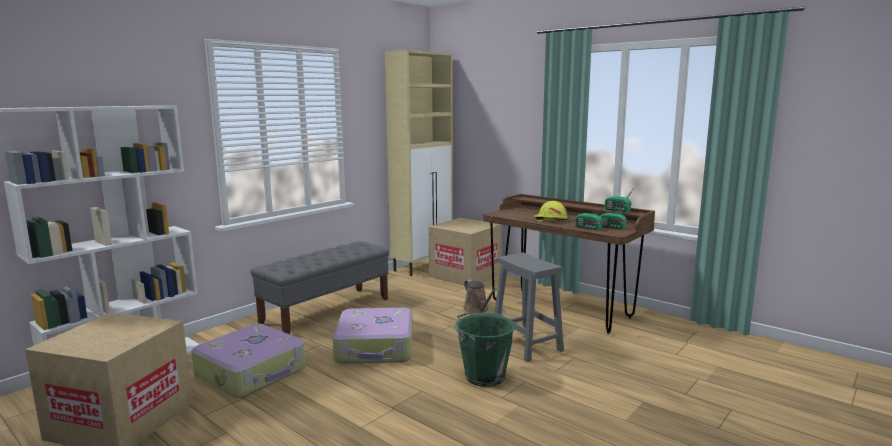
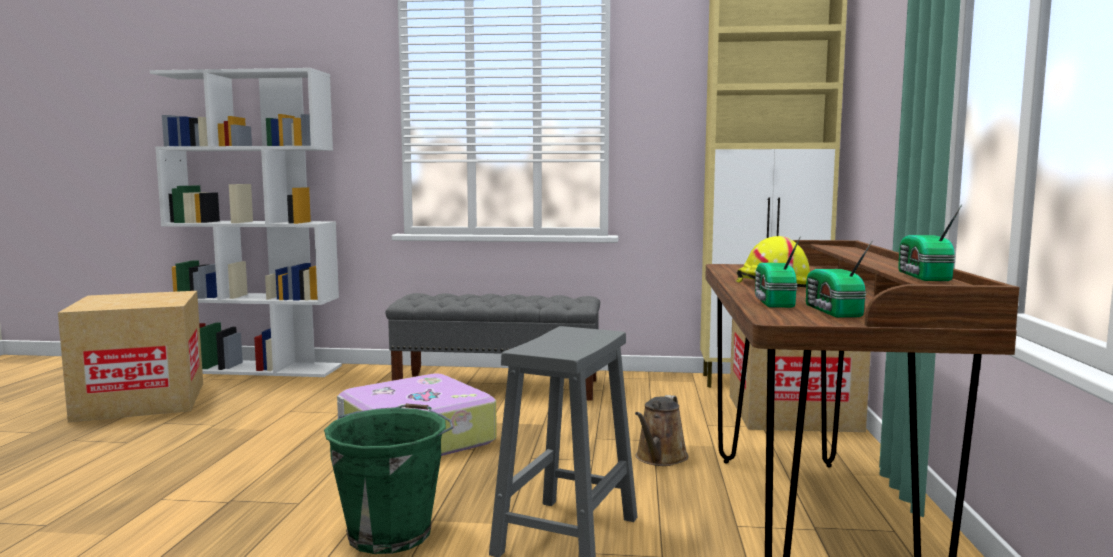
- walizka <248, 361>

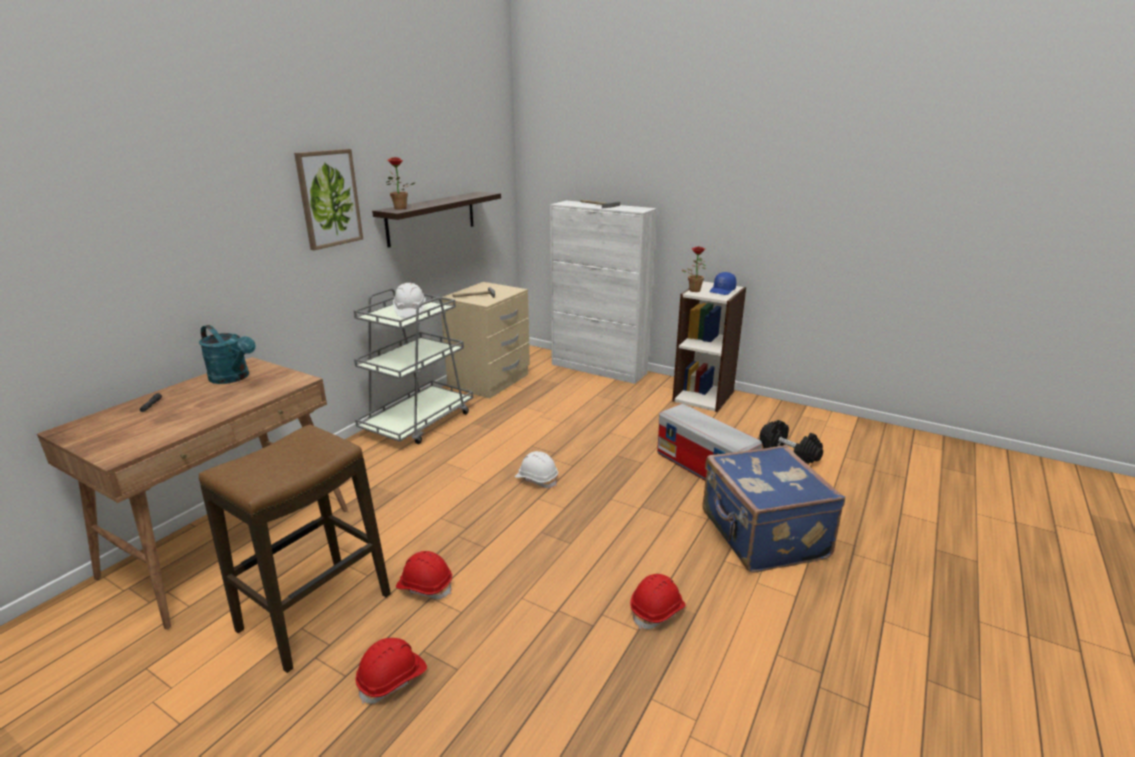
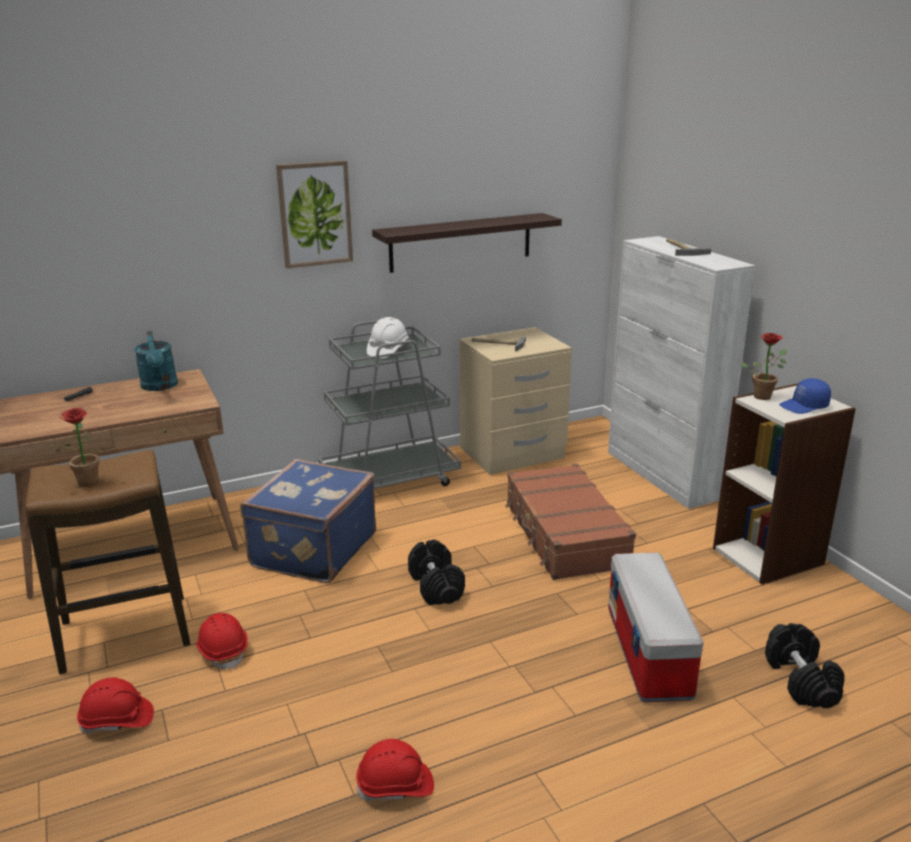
~ roślina doniczkowa <401, 183> to <78, 447>
~ walizka [niebieski] <774, 509> to <308, 521>
~ kask [biały] <536, 469> to hantel [czarny] <436, 572>
+ walizka [brązowy] <570, 522>

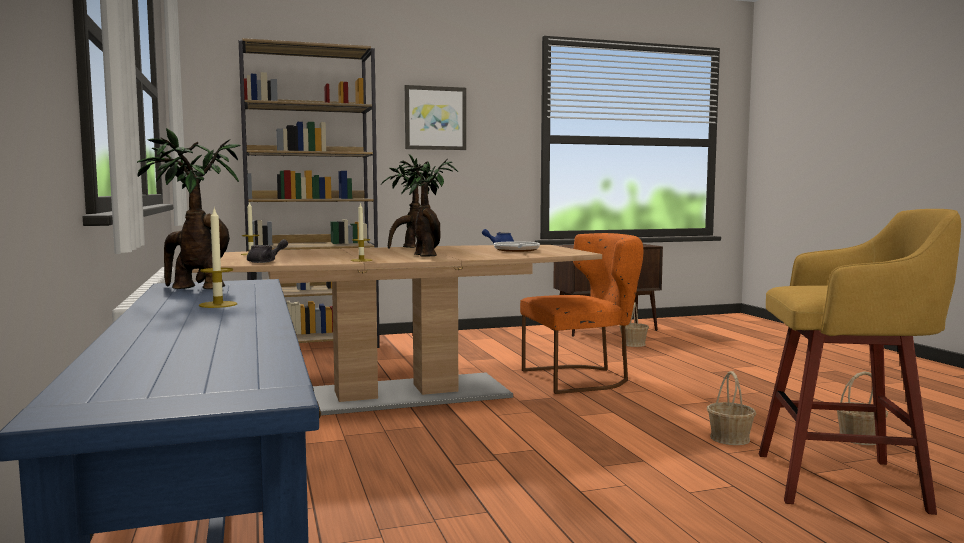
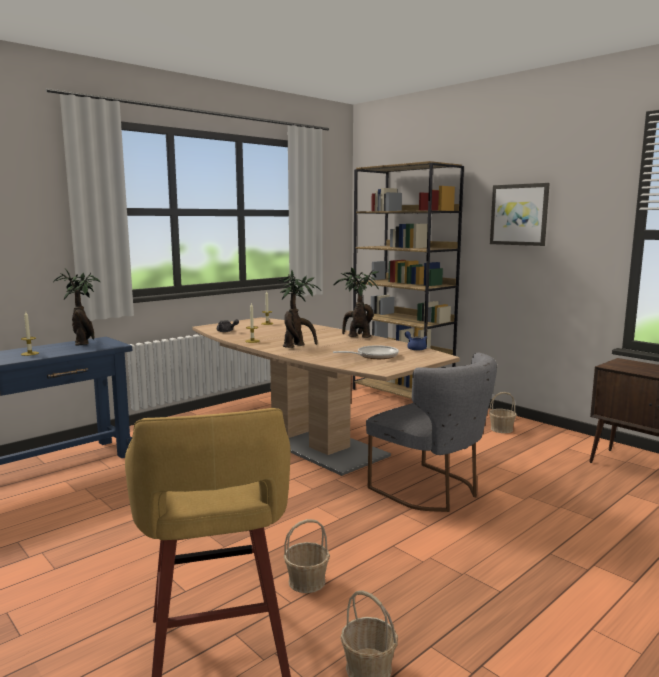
~ krzesło [pomarańczowy] <581, 313> to krzesło [szary] <431, 432>
~ koszyk <634, 324> to <503, 412>

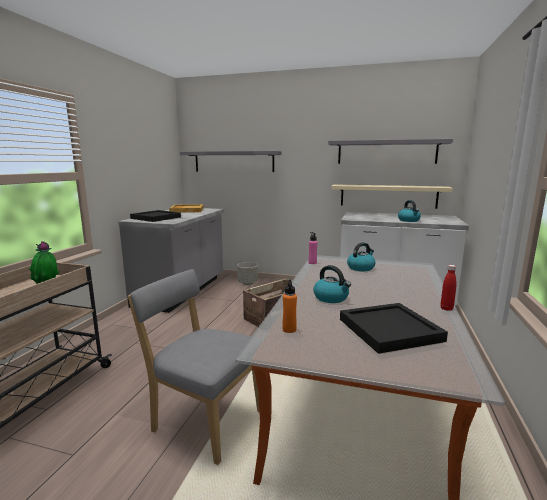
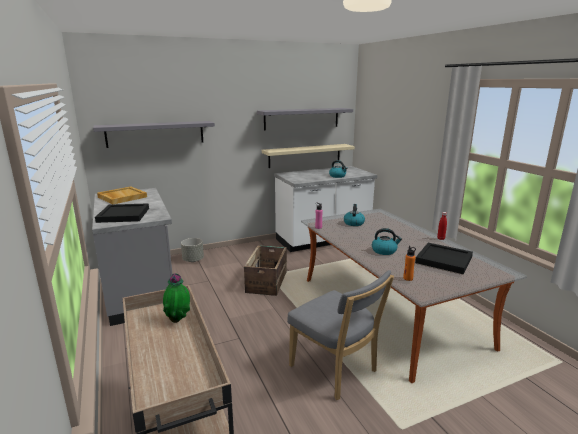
~ krzesło [szary] <193, 367> = <340, 335> 120 degrees counterclockwise

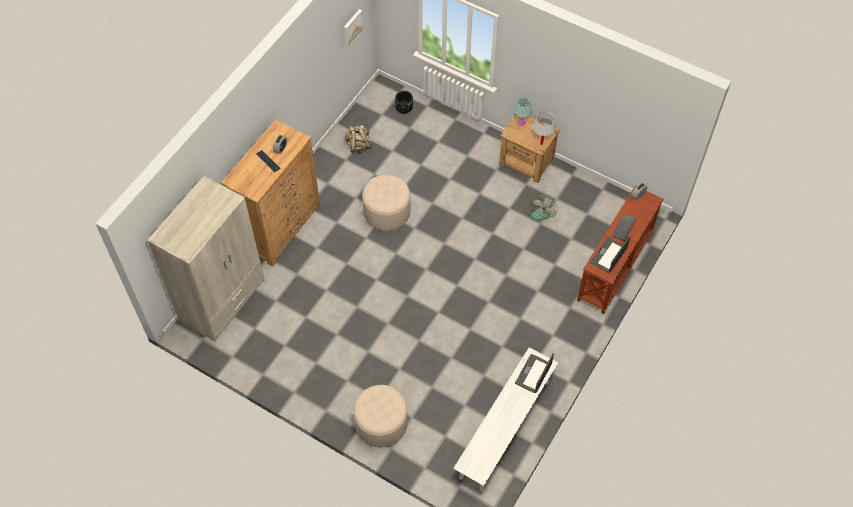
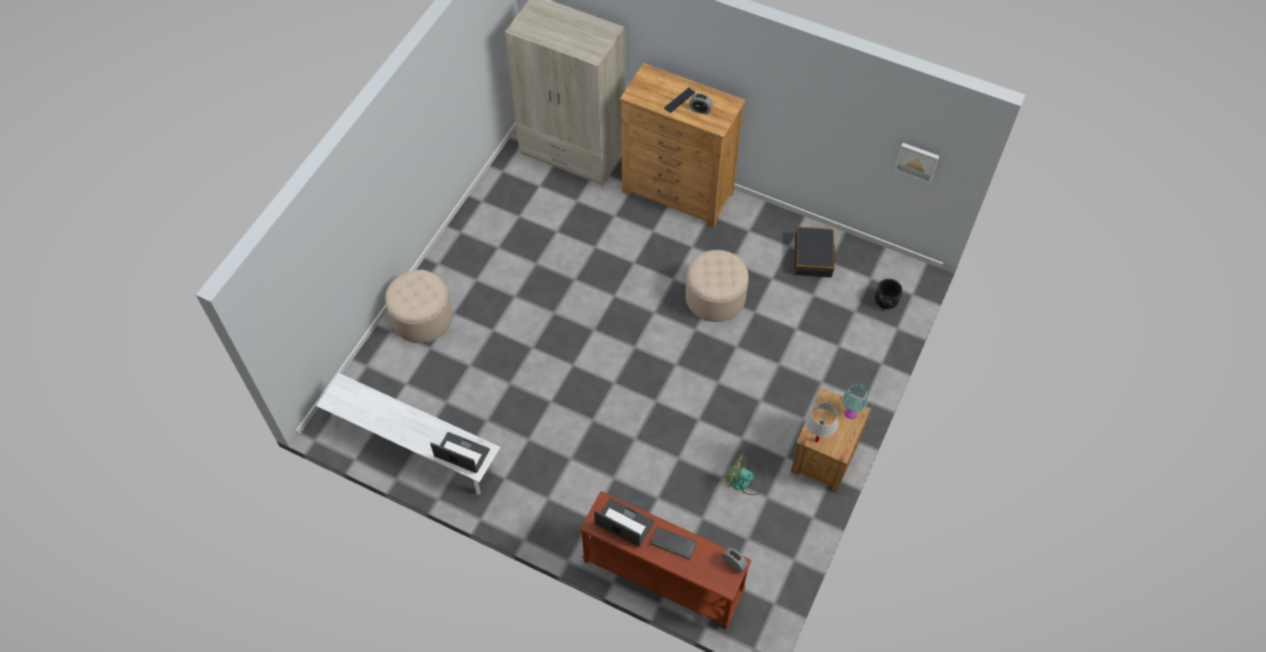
~ plecak [beżowy] <359, 139> to walizka [czarny] <815, 252>

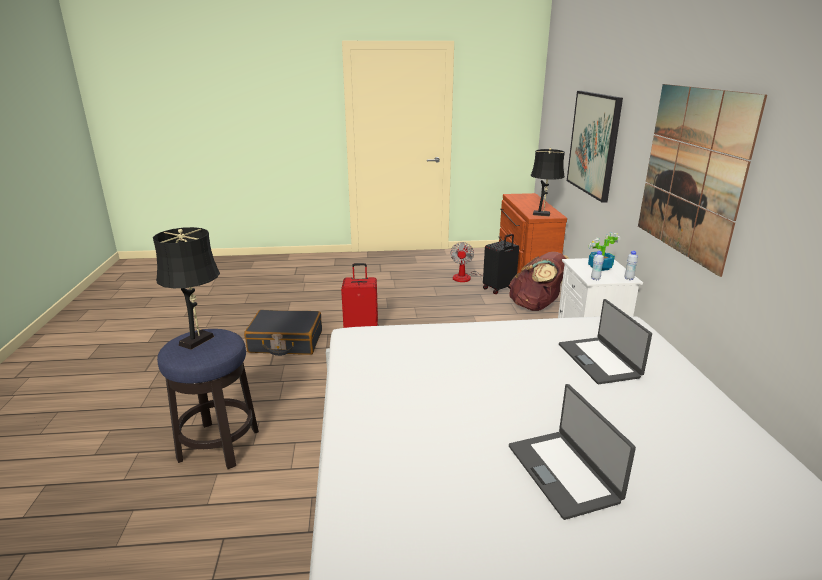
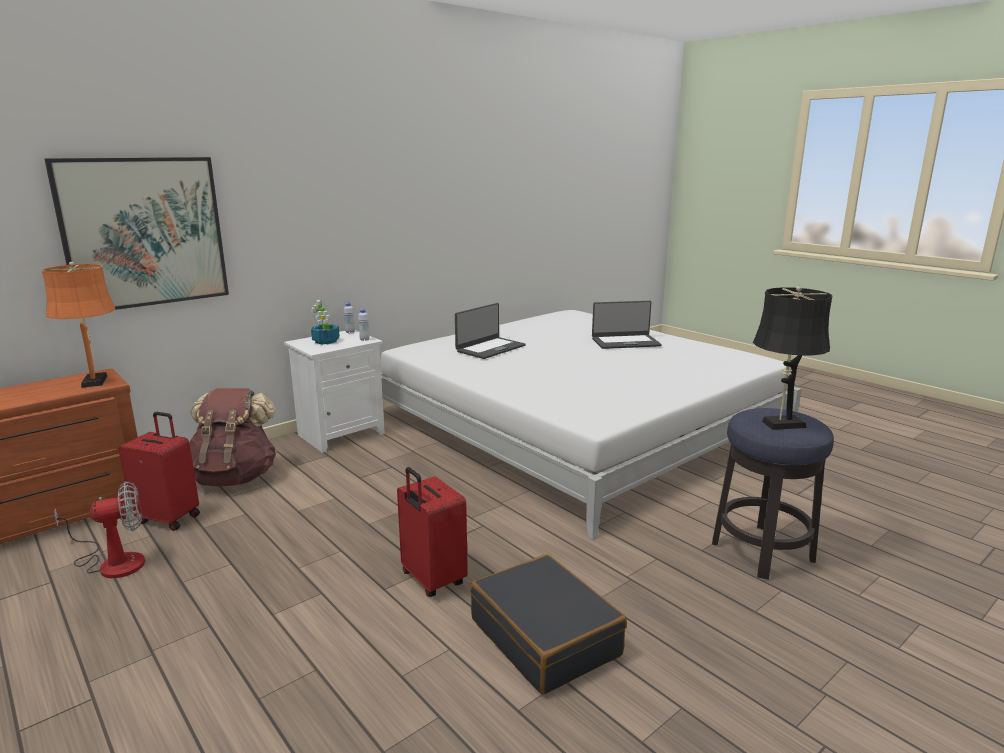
- obraz <702, 180>
~ lampa stołowa [czarny] <548, 182> to lampa stołowa [pomarańczowy] <79, 325>
~ walizka [czarny] <501, 264> to walizka [czerwony] <159, 471>
~ laptop <572, 452> = <627, 325> 45 degrees clockwise

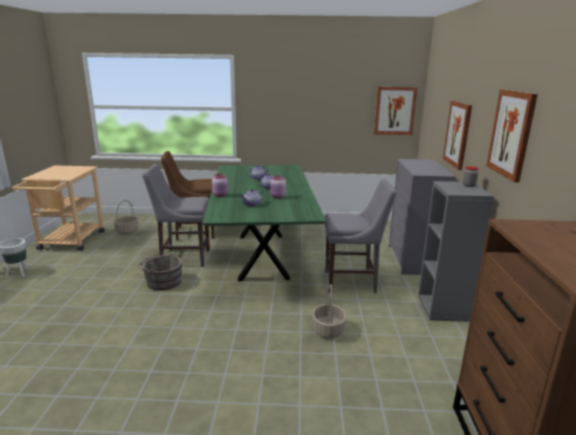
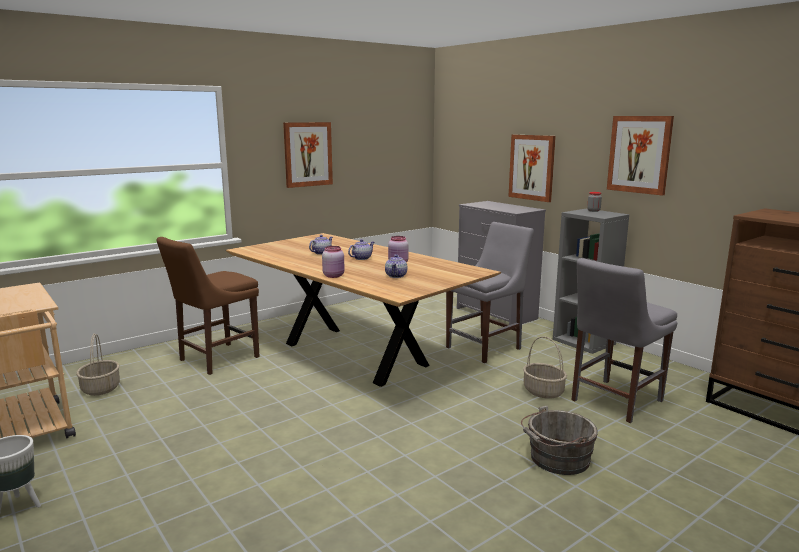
~ obraz <396, 111> to <308, 155>
~ krzesło [szary] <176, 215> to <624, 340>
~ stół jadalny [zielony] <264, 223> to stół jadalny [brązowy] <363, 310>
~ wiadro [szary] <160, 271> to <559, 440>

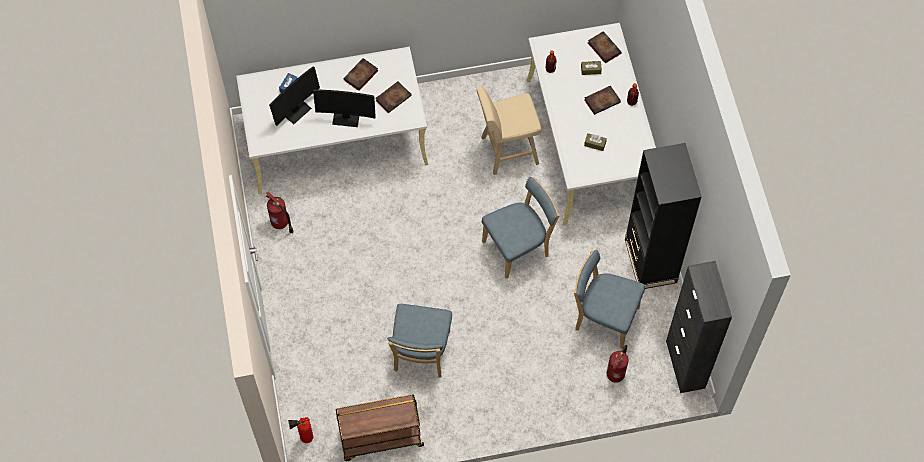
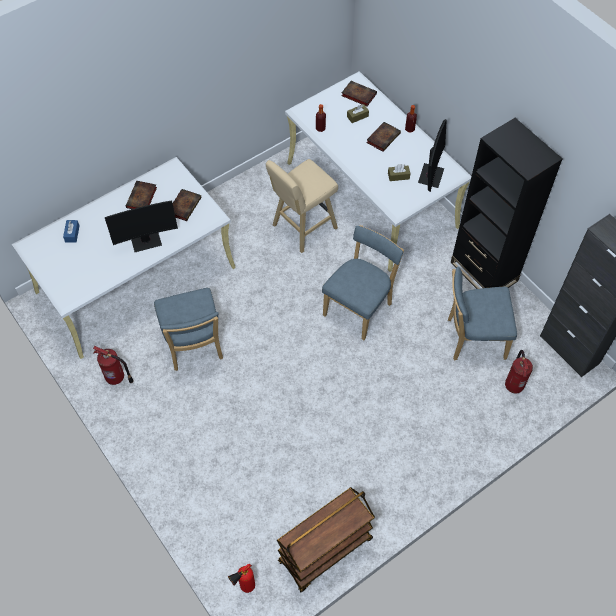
~ monitor <294, 96> to <432, 155>
~ krzesło [niebieski] <420, 341> to <188, 329>

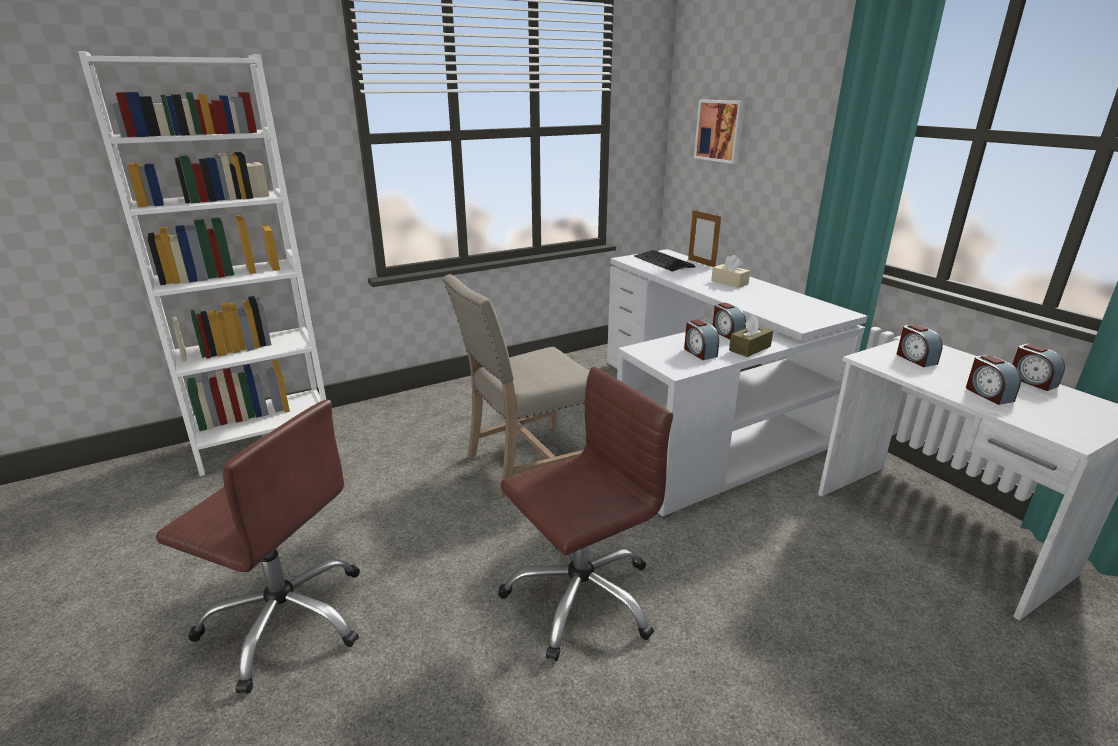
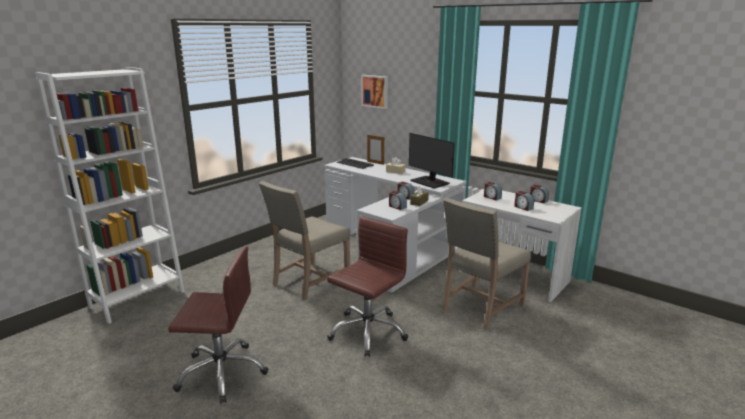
+ monitor <432, 160>
+ krzesło [beżowy] <486, 263>

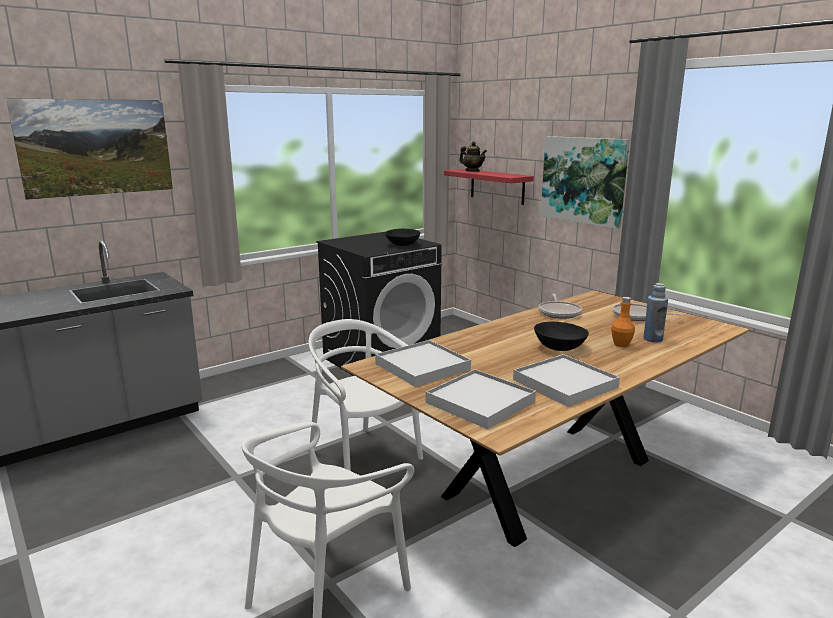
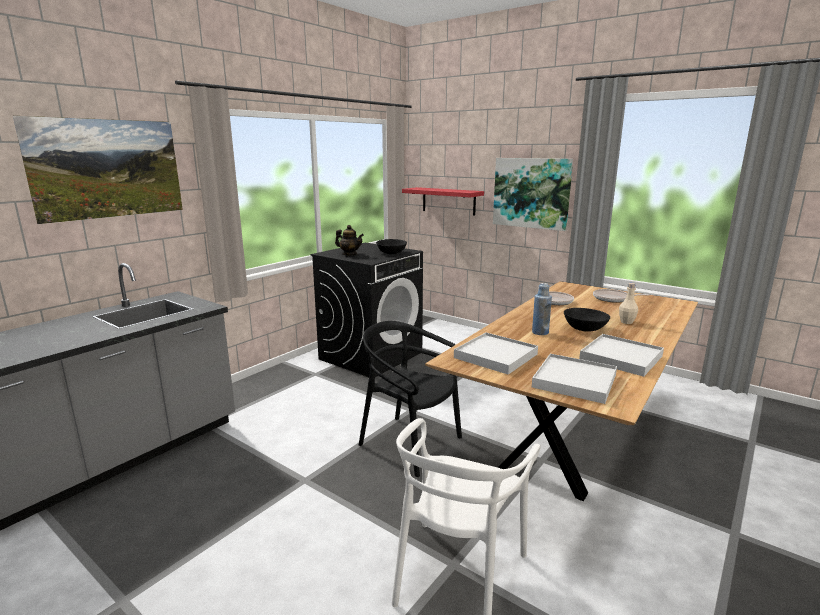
~ imbryk <473, 156> to <349, 240>
~ butelka [niebieski] <655, 313> to <542, 309>
~ butelka [pomarańczowy] <623, 322> to butelka [beżowy] <628, 303>
~ krzesło [biały] <366, 395> to krzesło [czarny] <410, 399>

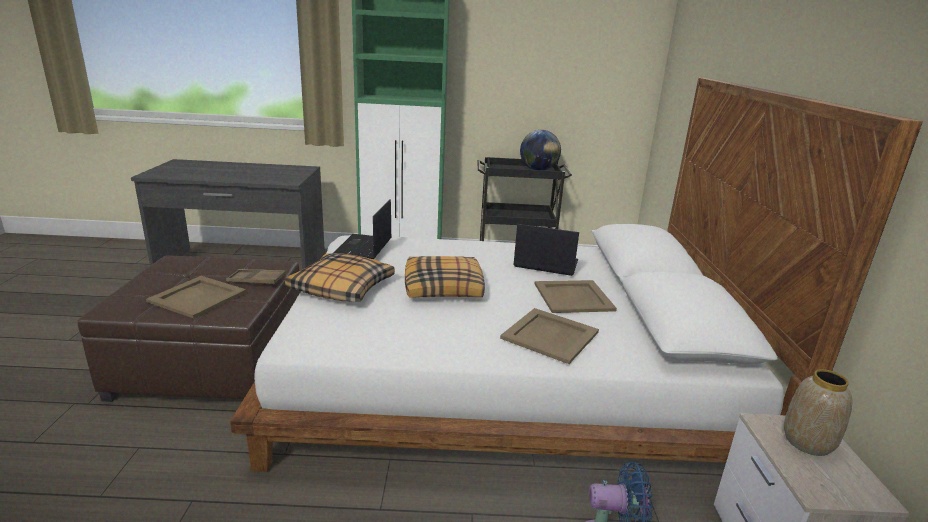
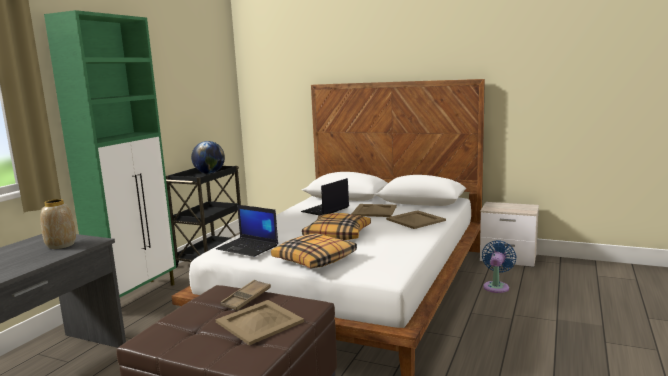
~ wazon <818, 412> to <58, 224>

